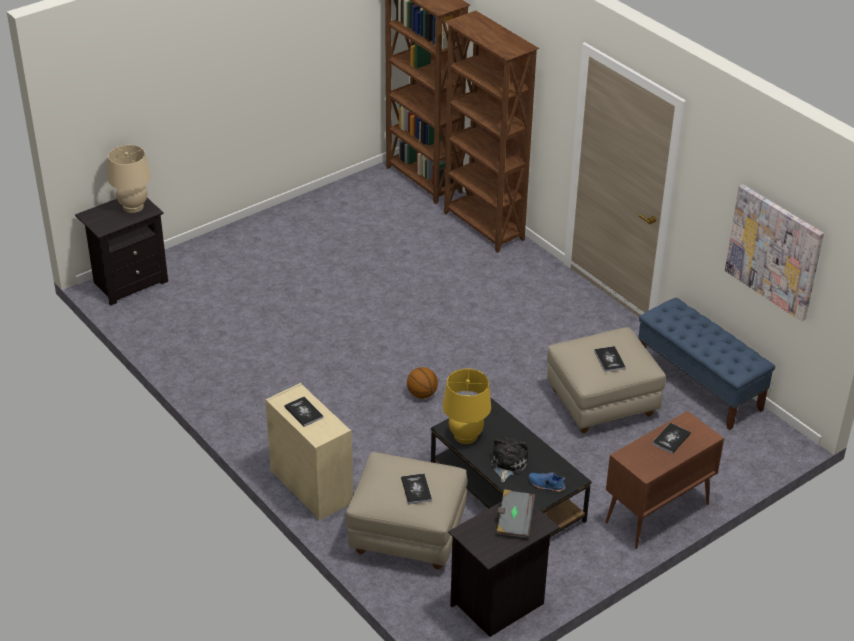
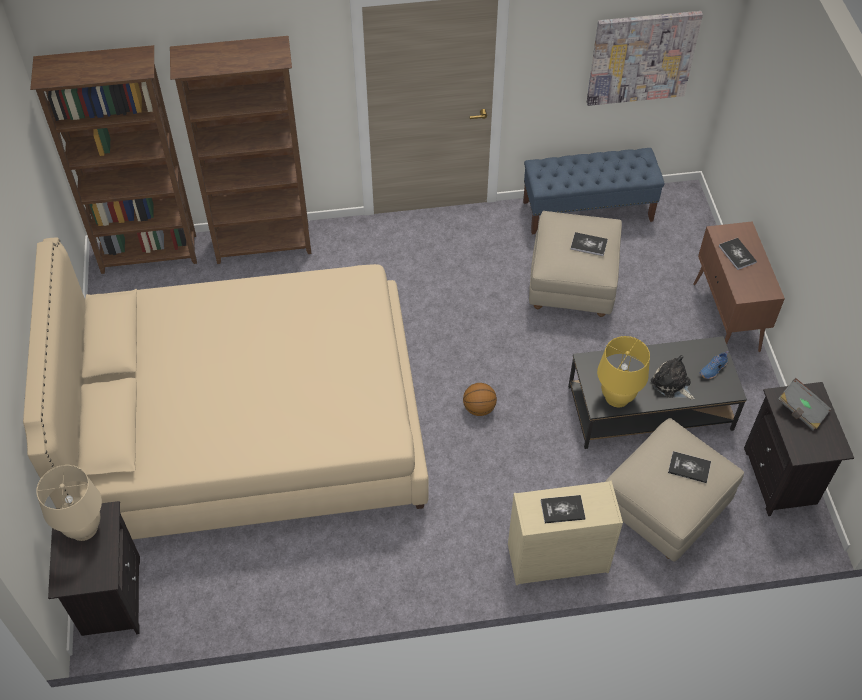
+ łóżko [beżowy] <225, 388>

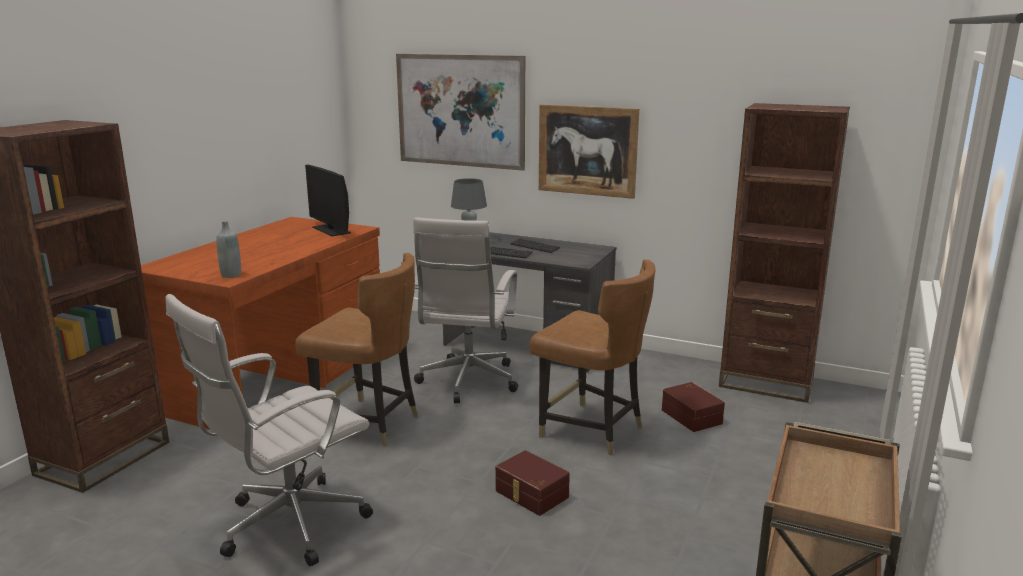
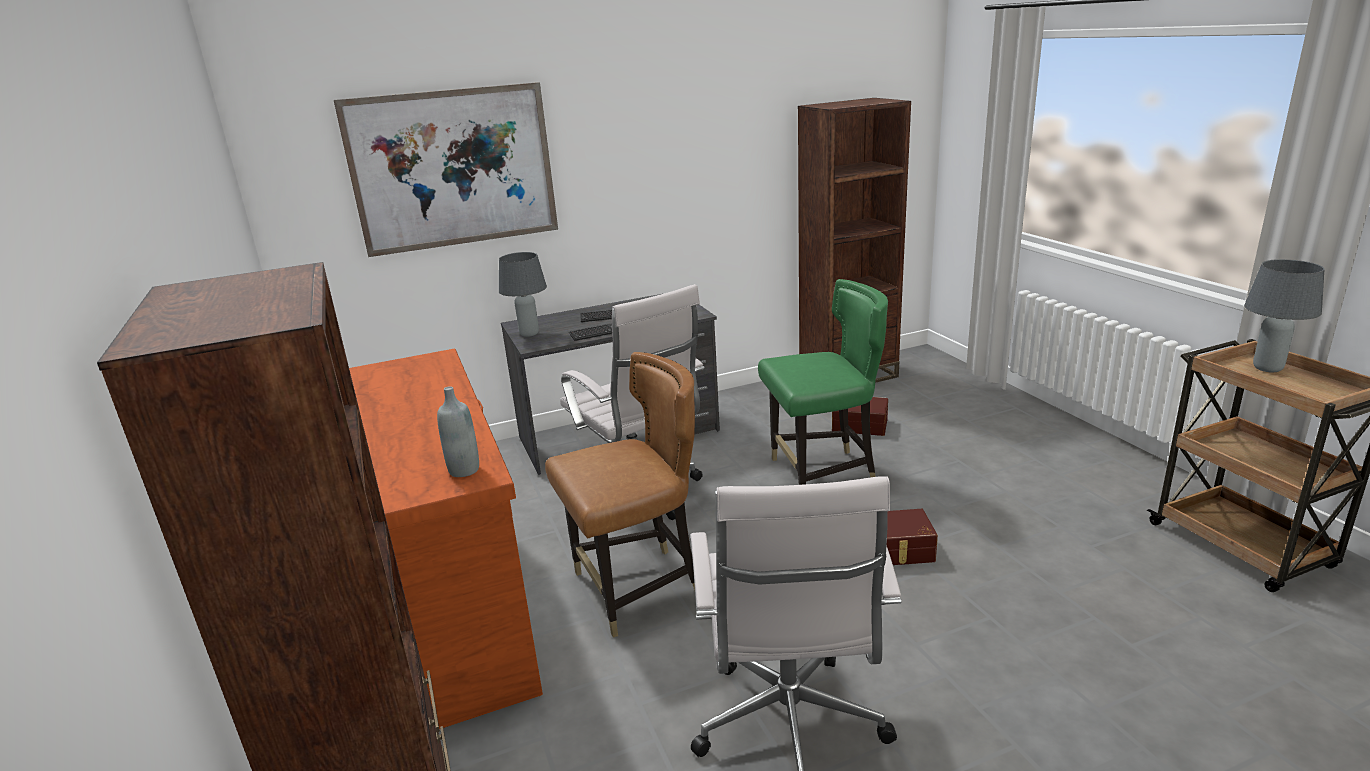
- obraz <589, 151>
- monitor <328, 200>
~ krzesło [brązowy] <592, 357> to krzesło [zielony] <823, 382>
+ lampa stołowa [szary] <1284, 315>

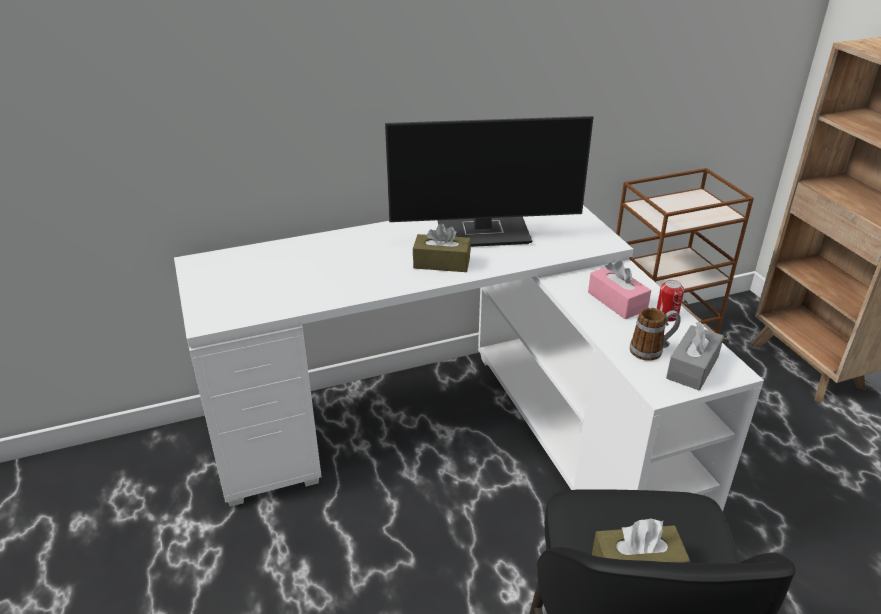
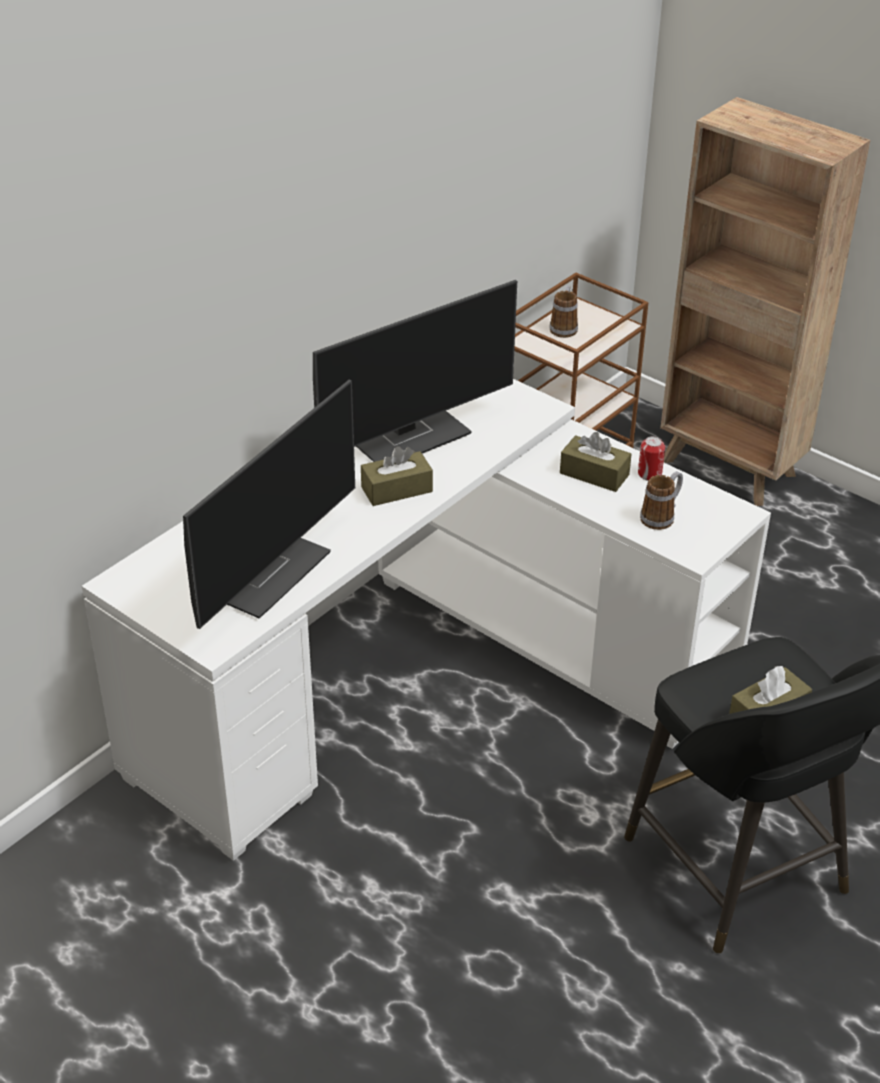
~ pudełko chusteczek [różowy] <619, 290> to pudełko chusteczek [brązowy] <596, 462>
- pudełko chusteczek [szary] <695, 356>
+ kubek <564, 312>
+ monitor <269, 504>

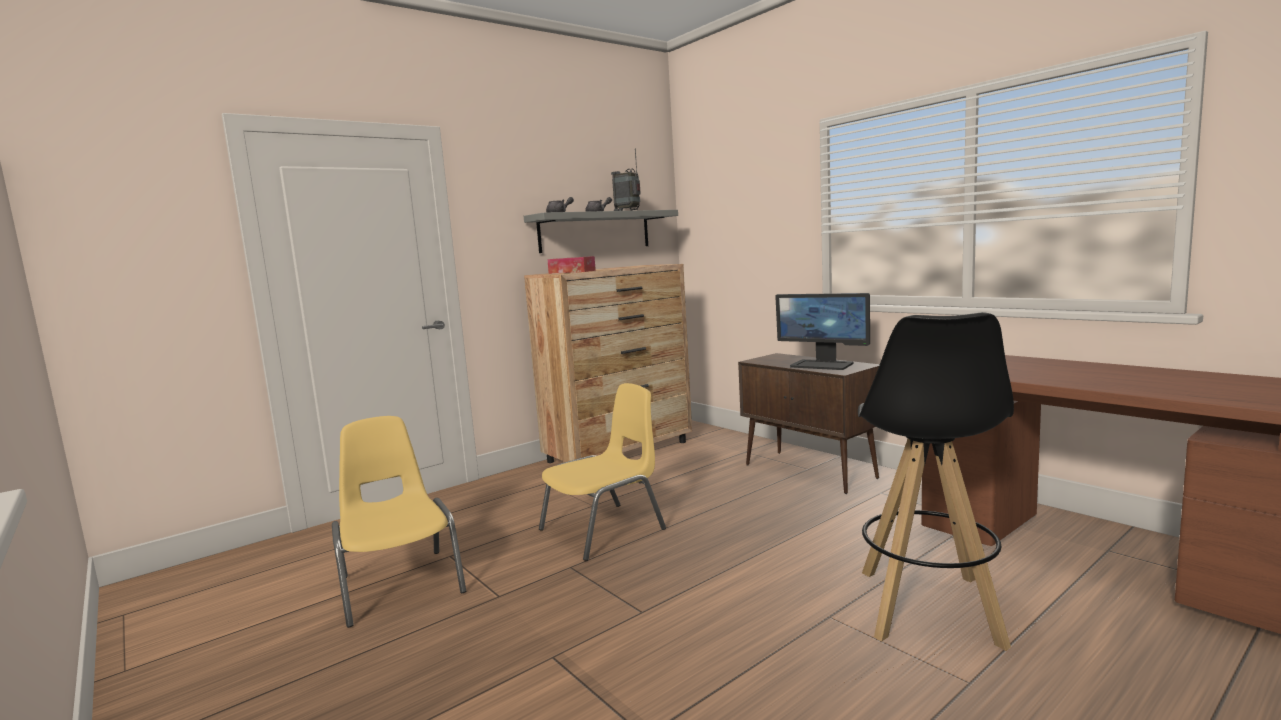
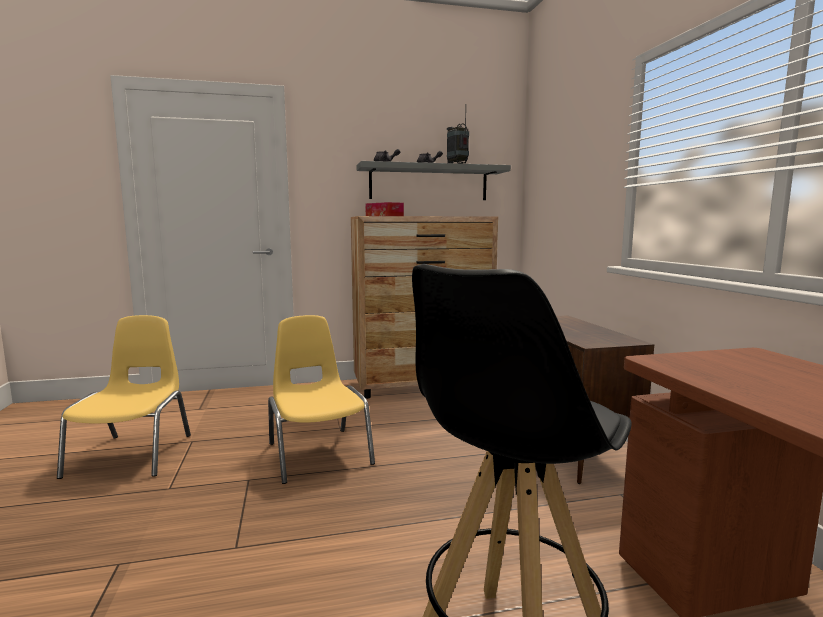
- monitor <822, 331>
~ krzesło [żółty] <602, 472> = <321, 399> 105 degrees counterclockwise

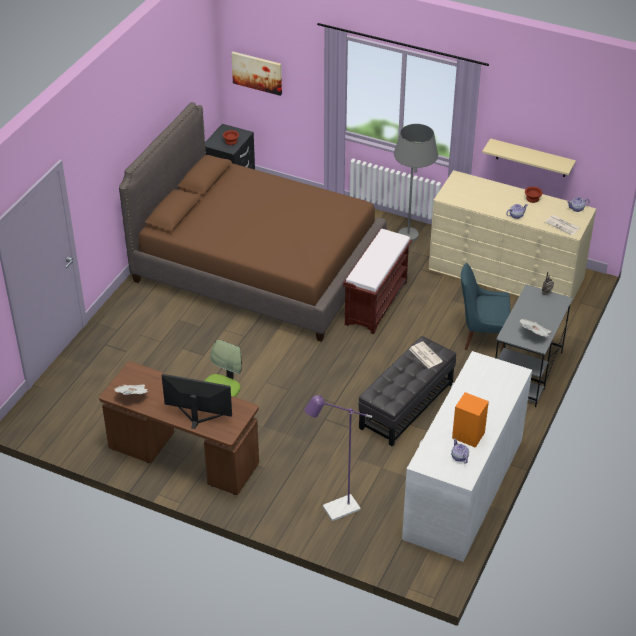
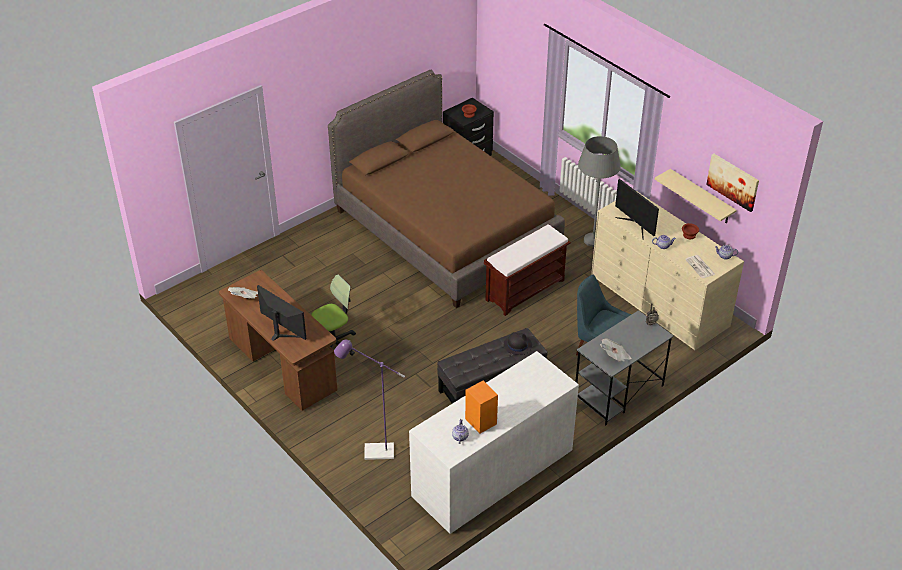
~ obraz <256, 74> to <732, 183>
~ gazeta <426, 355> to kapelusz [czarny] <518, 343>
+ monitor <637, 209>

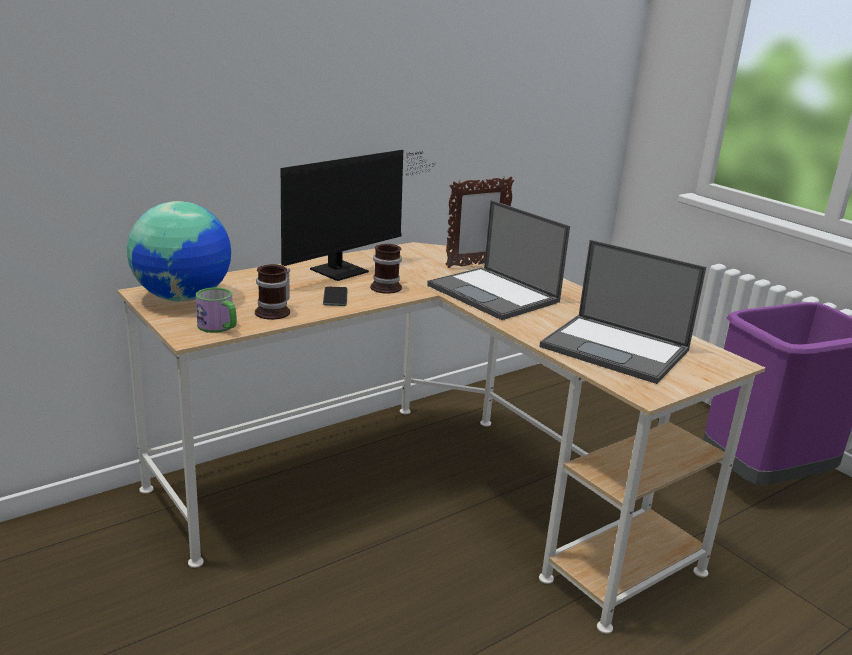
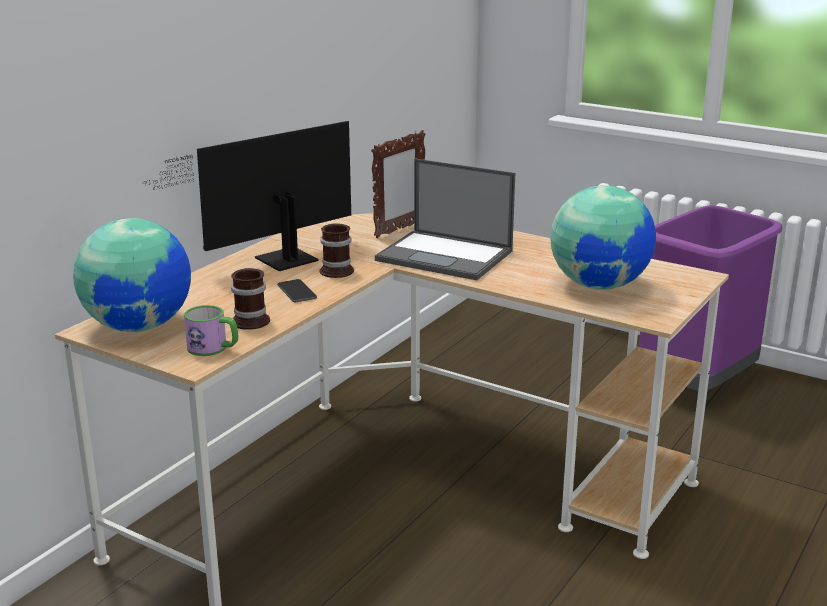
~ monitor <358, 215> = <247, 196> 150 degrees counterclockwise
~ laptop <622, 312> to globus <603, 238>

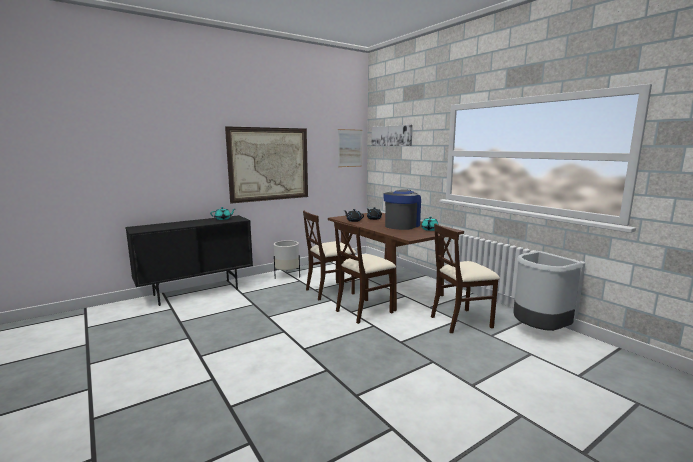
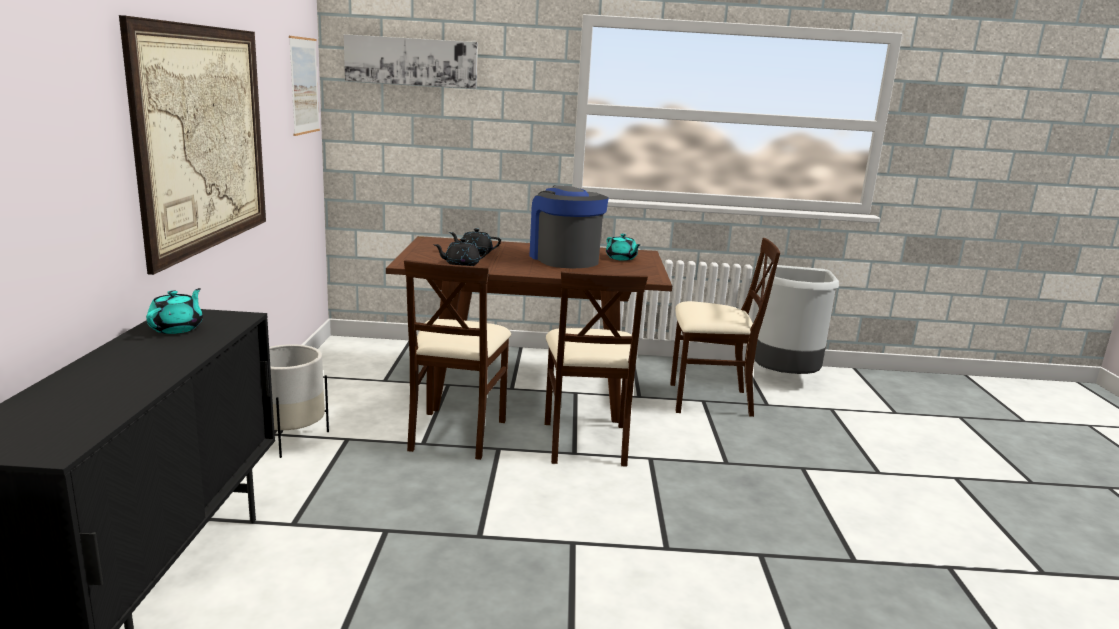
~ krzesło [beżowy] <465, 278> = <725, 327> 105 degrees counterclockwise

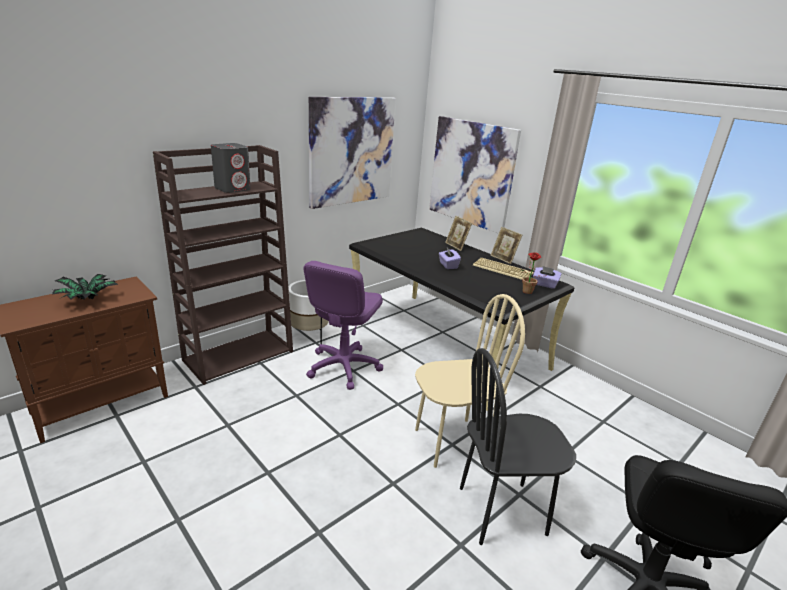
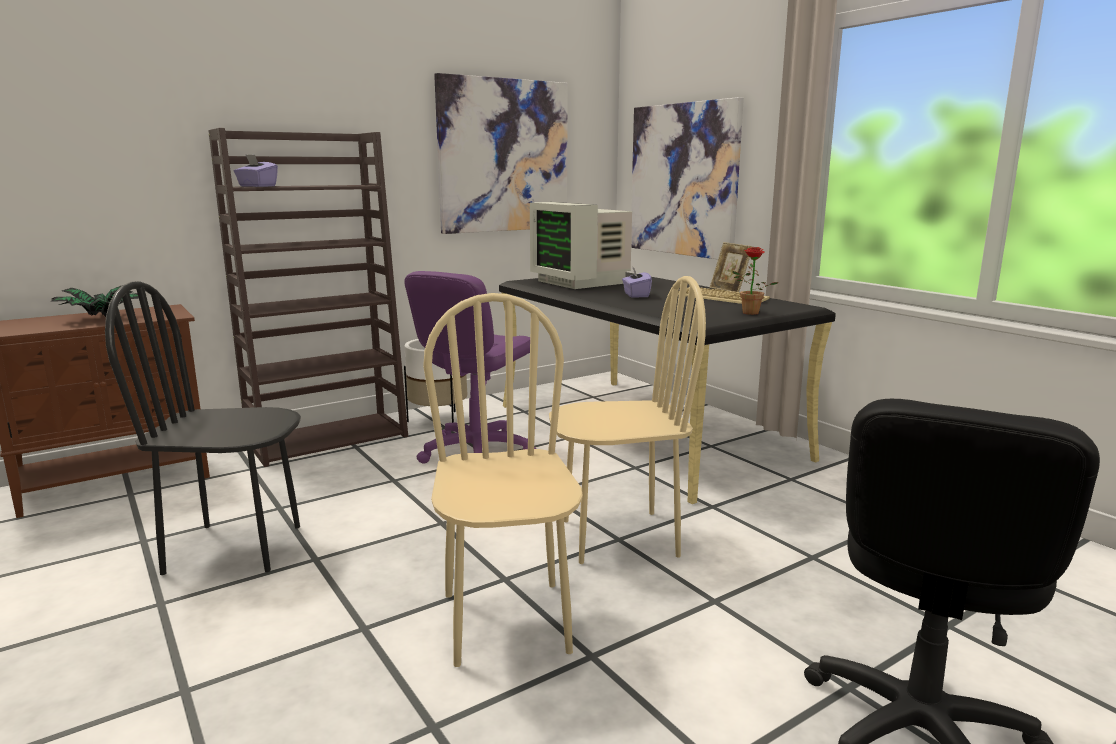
- głośnik [szary] <231, 168>
- ramka na zdjęcie <458, 233>
~ pudełko chusteczek [fioletowy] <547, 277> to <256, 170>
~ krzesło [czarny] <518, 446> to <203, 428>
+ monitor <581, 245>
+ krzesło [beżowy] <503, 480>

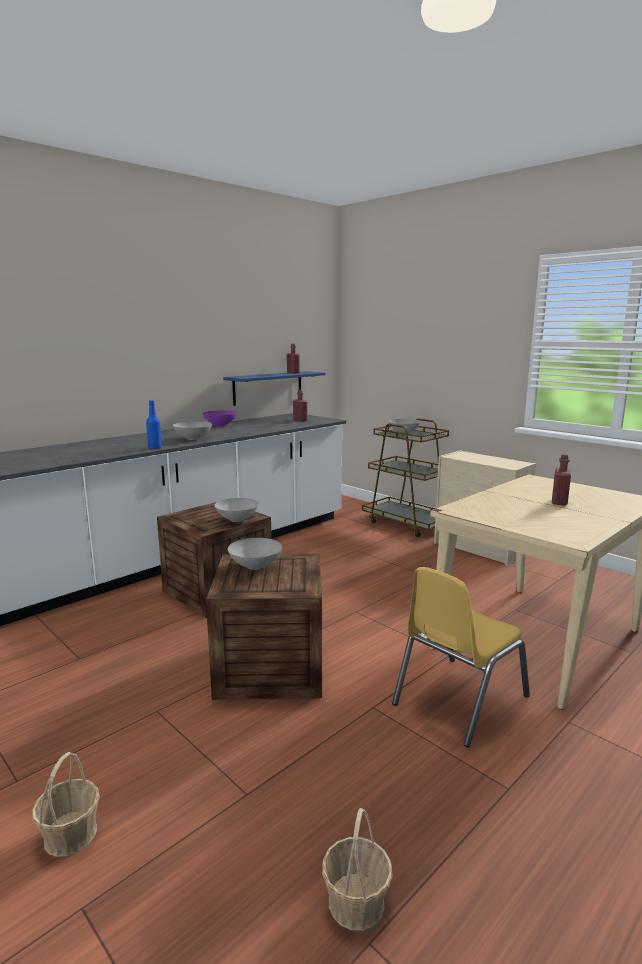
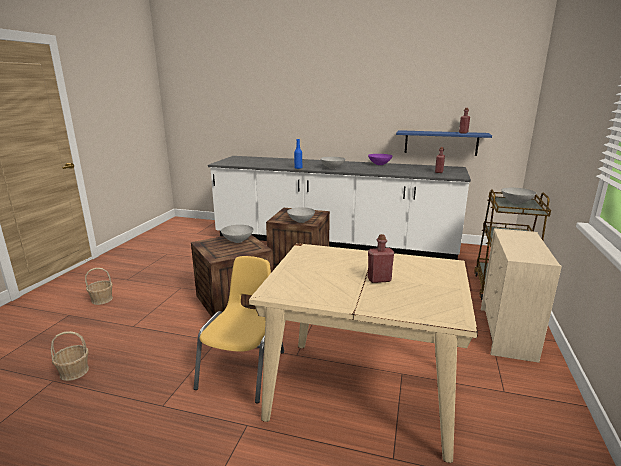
~ krzesło [żółty] <461, 657> = <239, 329> 90 degrees clockwise

